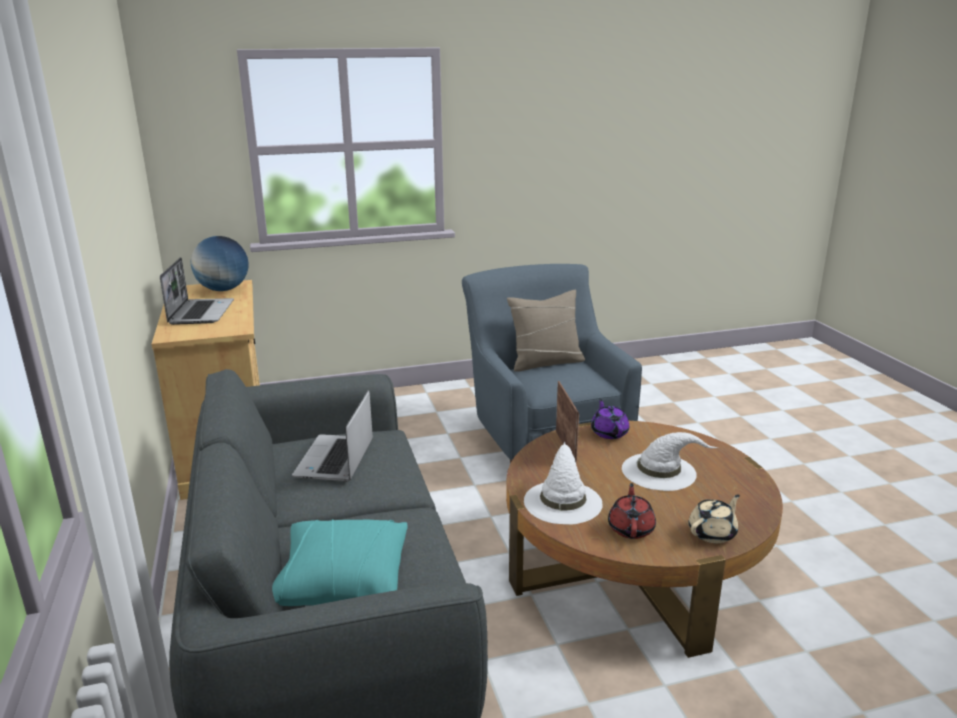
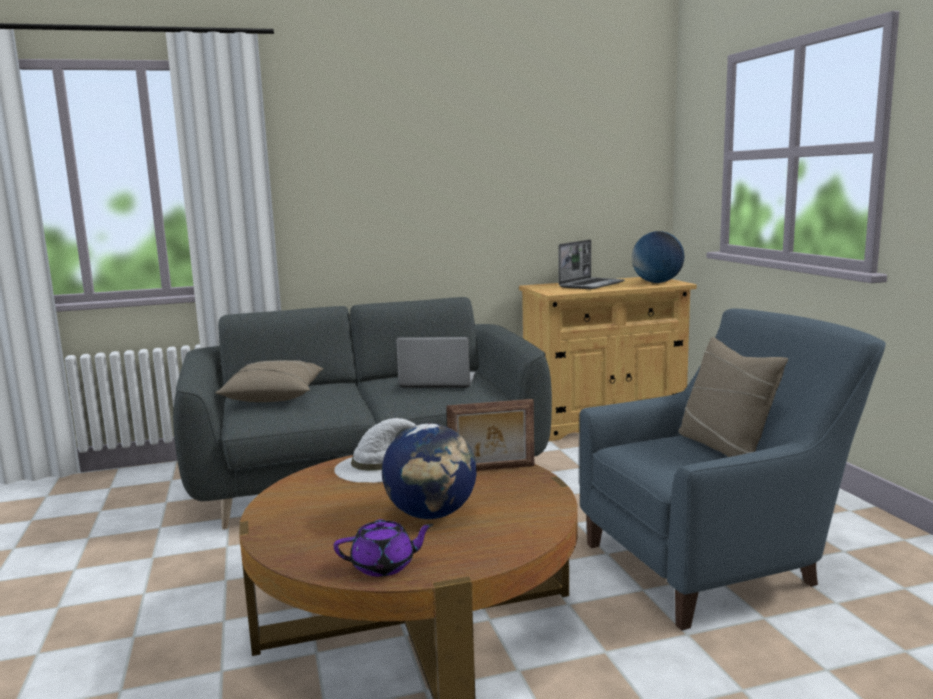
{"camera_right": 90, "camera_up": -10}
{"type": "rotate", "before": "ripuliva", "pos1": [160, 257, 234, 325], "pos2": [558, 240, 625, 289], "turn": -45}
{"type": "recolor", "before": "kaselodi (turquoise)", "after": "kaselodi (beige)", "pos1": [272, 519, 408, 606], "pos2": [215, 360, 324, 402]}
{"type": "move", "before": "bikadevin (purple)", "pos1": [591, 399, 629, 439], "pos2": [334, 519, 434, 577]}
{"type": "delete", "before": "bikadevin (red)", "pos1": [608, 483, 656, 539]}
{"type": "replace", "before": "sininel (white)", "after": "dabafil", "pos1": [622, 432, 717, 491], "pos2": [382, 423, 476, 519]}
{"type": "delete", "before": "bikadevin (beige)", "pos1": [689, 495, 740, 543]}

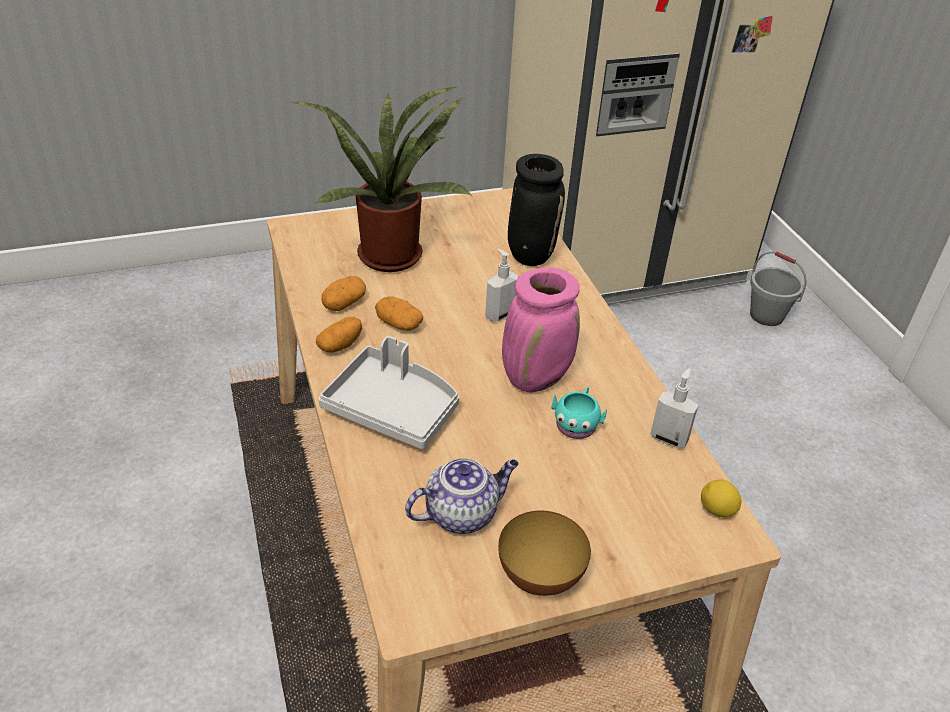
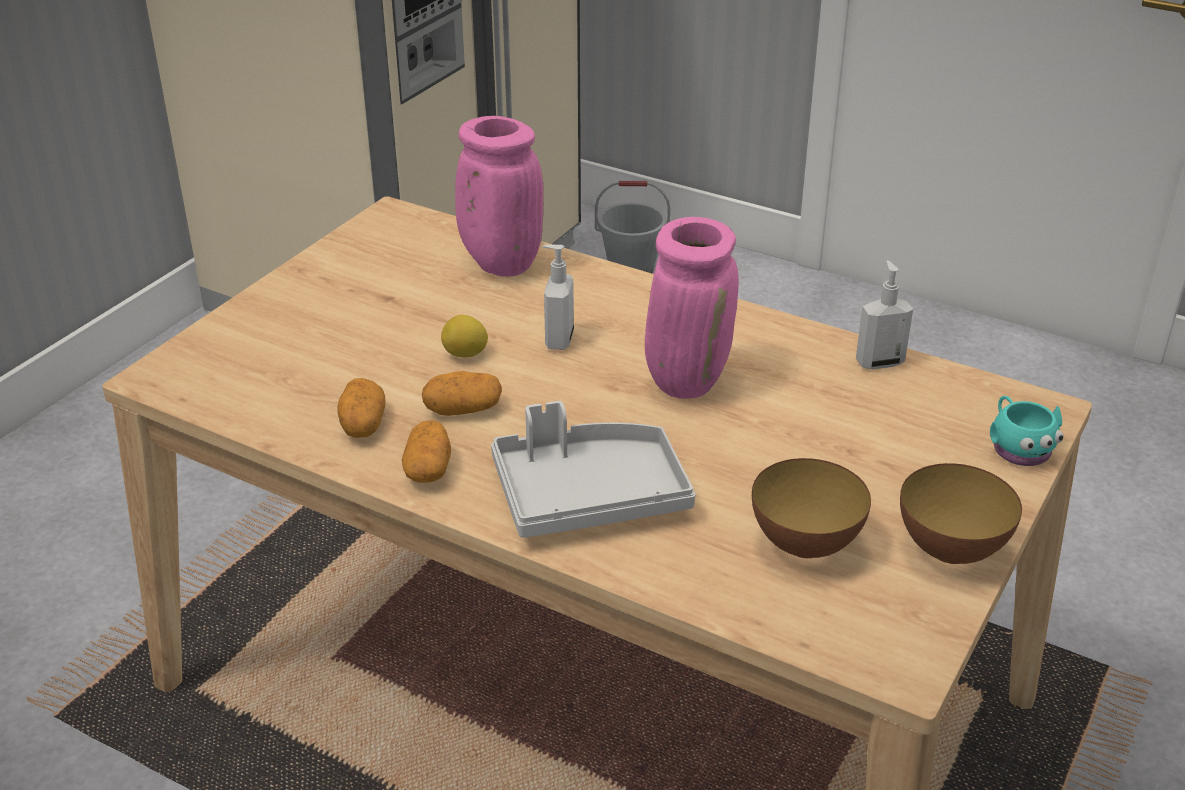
{"camera_right": -40, "camera_up": -5}
{"type": "delete", "before": "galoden", "pos1": [288, 87, 473, 272]}
{"type": "replace", "before": "bikadevin", "after": "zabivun", "pos1": [405, 458, 519, 534], "pos2": [752, 458, 871, 558]}
{"type": "recolor", "before": "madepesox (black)", "after": "madepesox (pink)", "pos1": [508, 154, 565, 266], "pos2": [455, 116, 544, 277]}
{"type": "move", "before": "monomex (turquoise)", "pos1": [551, 387, 607, 439], "pos2": [990, 396, 1064, 466]}
{"type": "move", "before": "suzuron", "pos1": [701, 479, 741, 517], "pos2": [441, 315, 488, 358]}

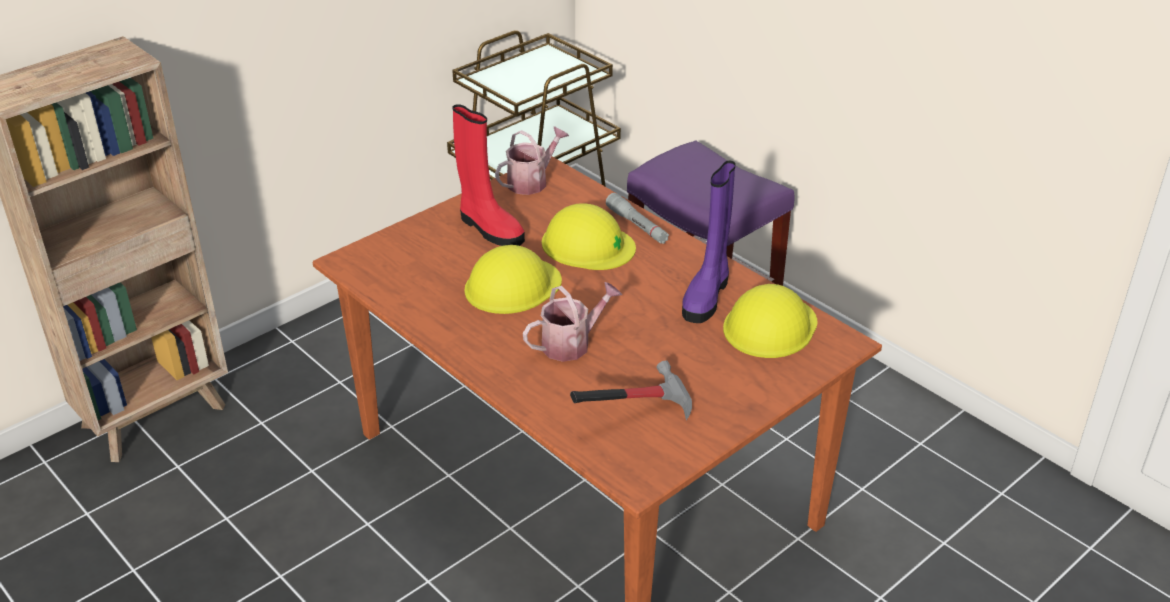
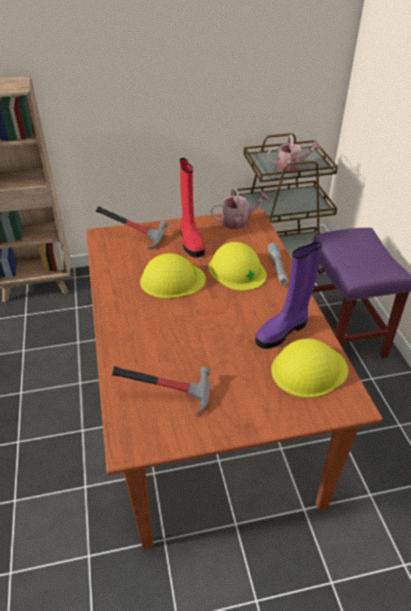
{"camera_right": 30, "camera_up": 5}
{"type": "move", "before": "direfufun", "pos1": [523, 282, 622, 362], "pos2": [268, 135, 321, 171]}
{"type": "insert", "after": "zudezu", "pos2": [96, 206, 168, 250]}

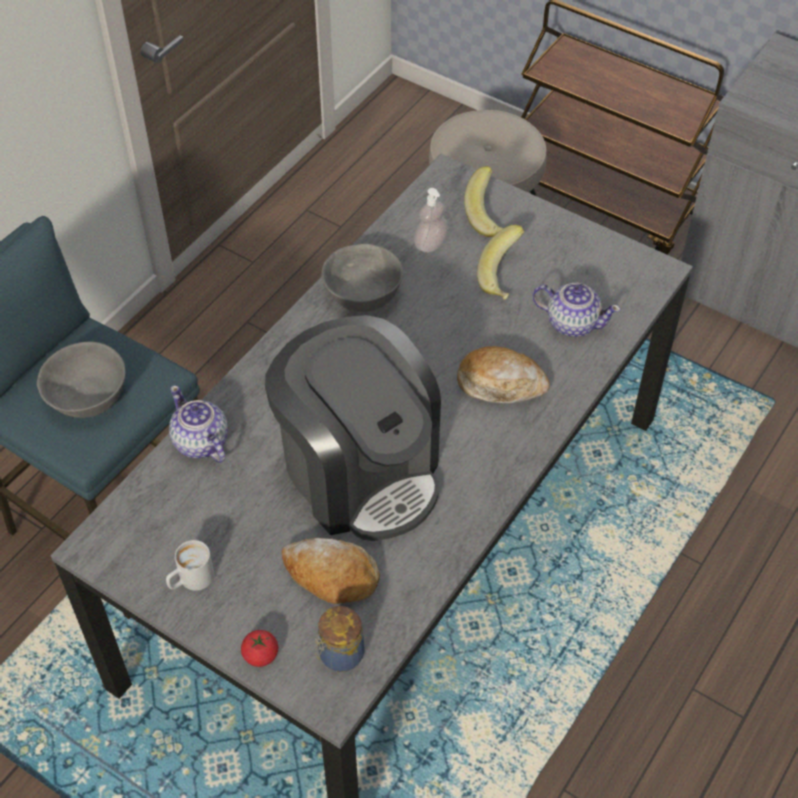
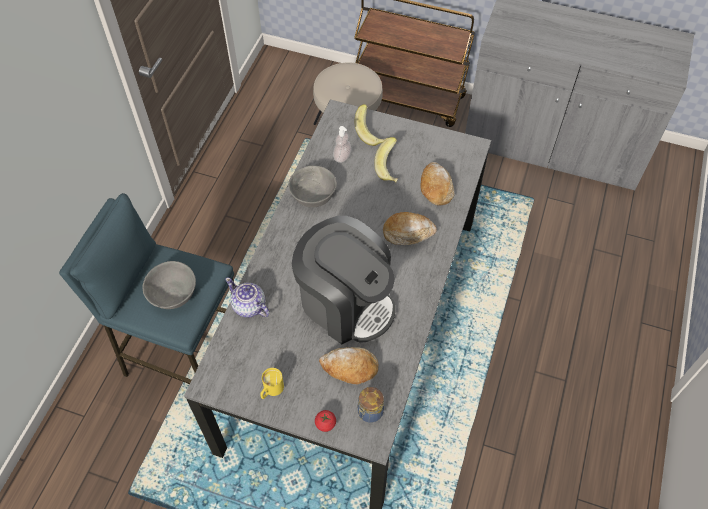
{"camera_right": -15, "camera_up": 5}
{"type": "recolor", "before": "monomex (white)", "after": "monomex (yellow)", "pos1": [166, 540, 214, 591], "pos2": [260, 368, 284, 399]}
{"type": "replace", "before": "bikadevin", "after": "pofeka", "pos1": [532, 283, 621, 337], "pos2": [421, 162, 454, 205]}

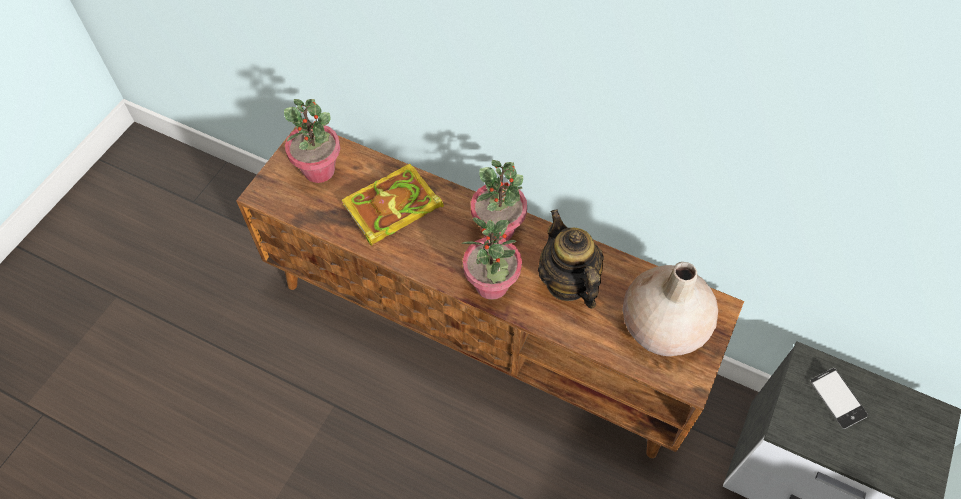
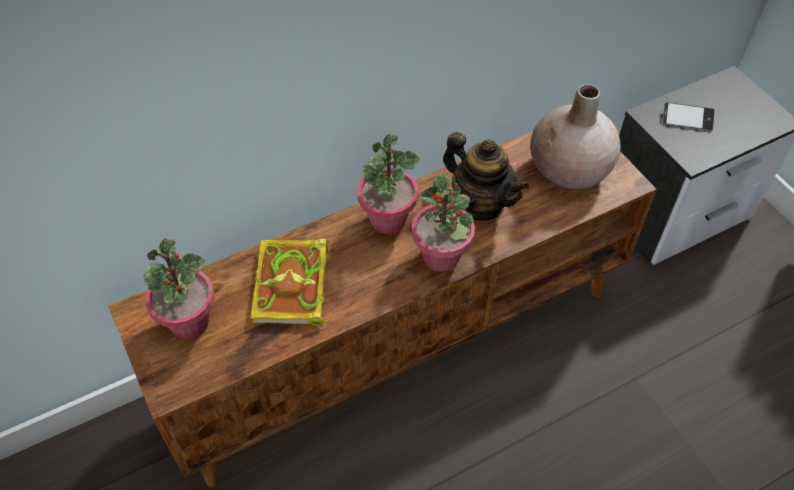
{"camera_right": -55, "camera_up": -5}
{"type": "rotate", "before": "bikadevin", "pos1": [538, 209, 604, 309], "pos2": [443, 132, 529, 221], "turn": -150}

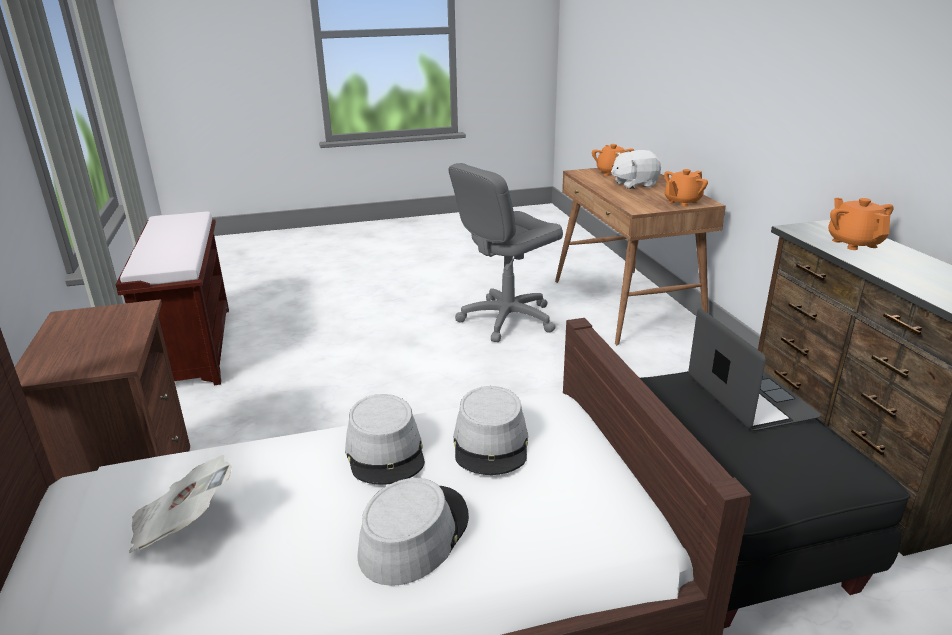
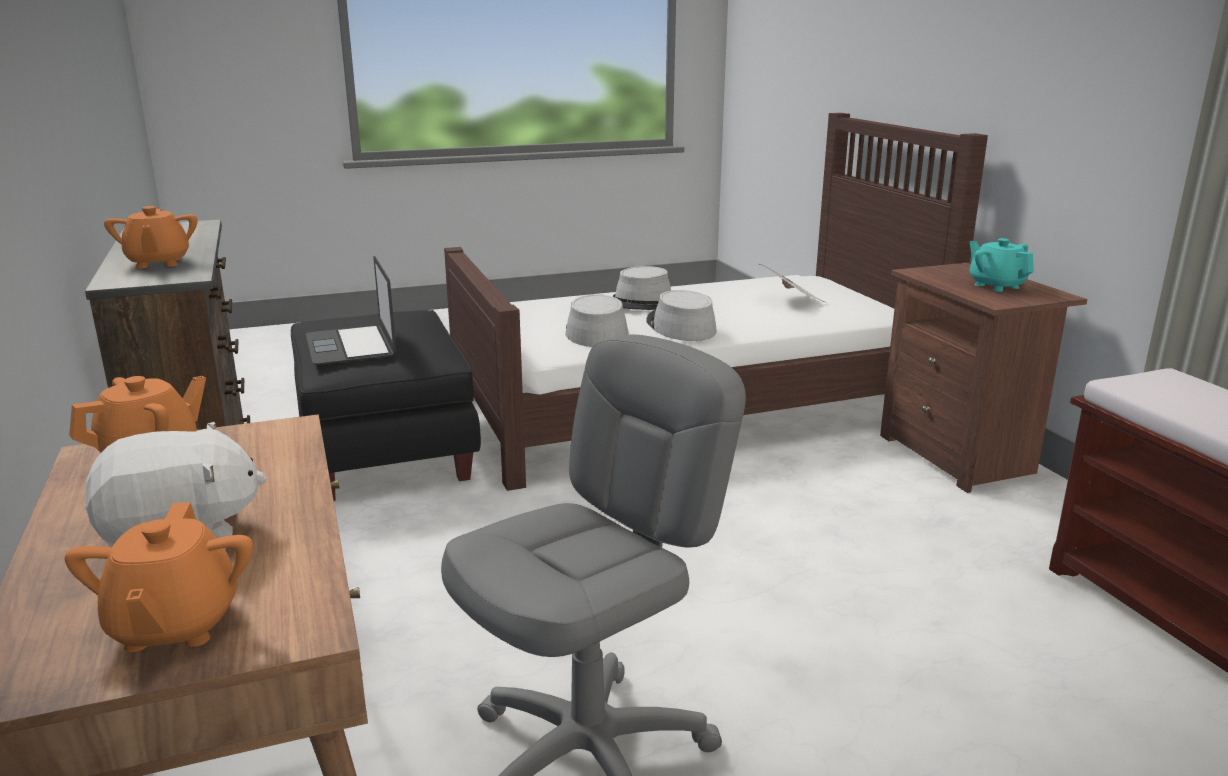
{"camera_right": 175, "camera_up": -5}
{"type": "insert", "after": "bikadevin (turquoise)", "pos2": [969, 238, 1034, 292]}

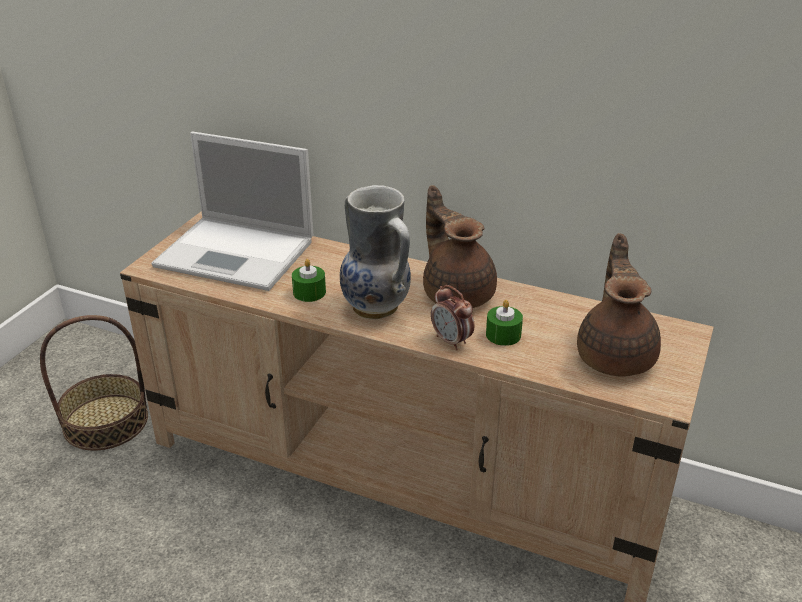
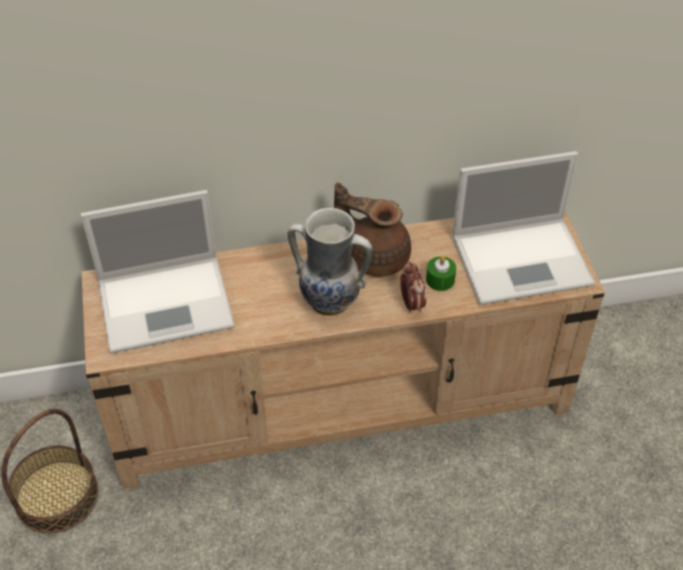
{"camera_right": -35, "camera_up": 15}
{"type": "delete", "before": "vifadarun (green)", "pos1": [292, 259, 326, 302]}
{"type": "rotate", "before": "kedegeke", "pos1": [431, 285, 474, 350], "pos2": [400, 261, 427, 313], "turn": -120}
{"type": "replace", "before": "bikadevin (brown)", "after": "ripuliva", "pos1": [577, 233, 661, 377], "pos2": [453, 151, 595, 305]}

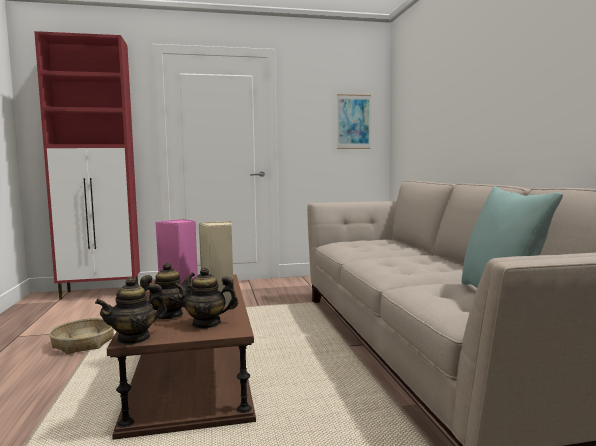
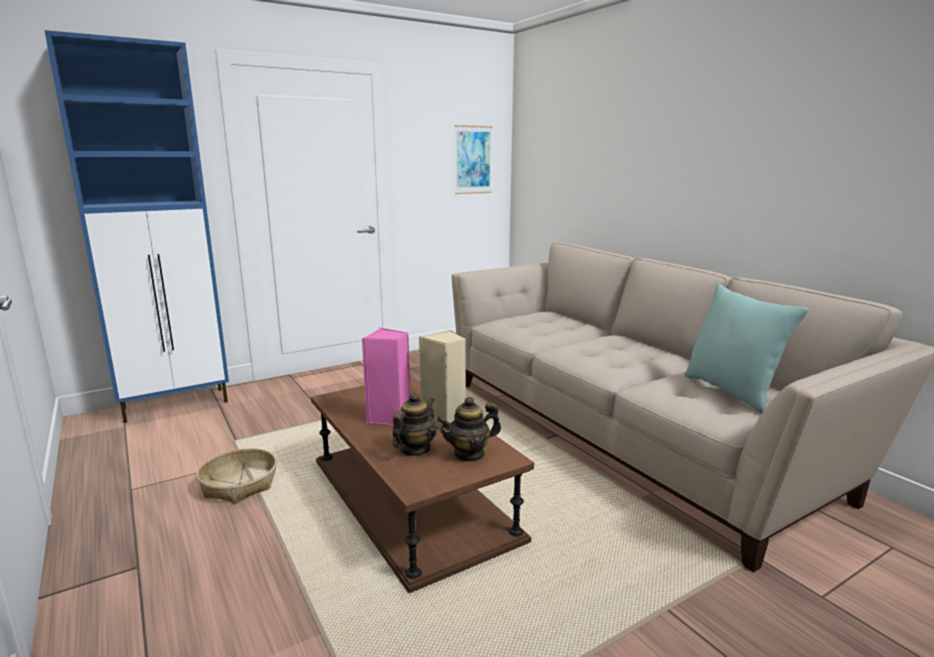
{"camera_right": -20, "camera_up": 10}
{"type": "recolor", "before": "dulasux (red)", "after": "dulasux (blue)", "pos1": [34, 31, 140, 300], "pos2": [44, 30, 229, 423]}
{"type": "delete", "before": "bikadevin", "pos1": [95, 277, 167, 345]}

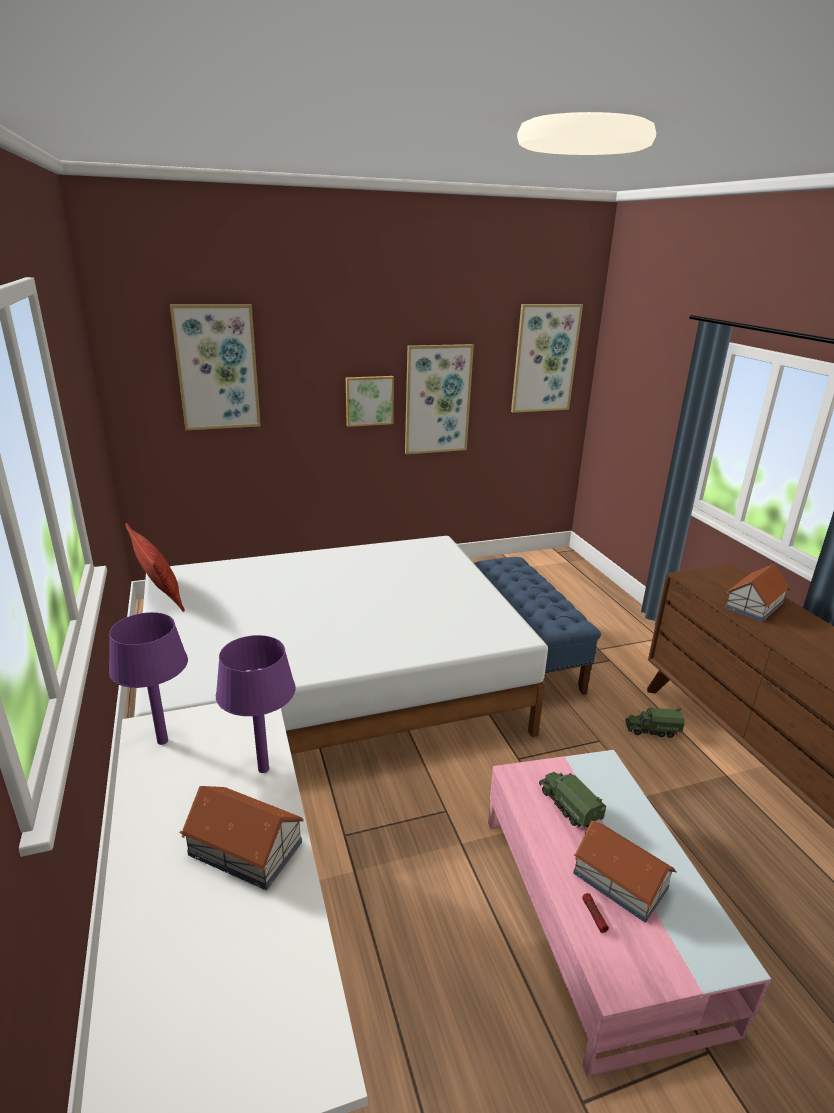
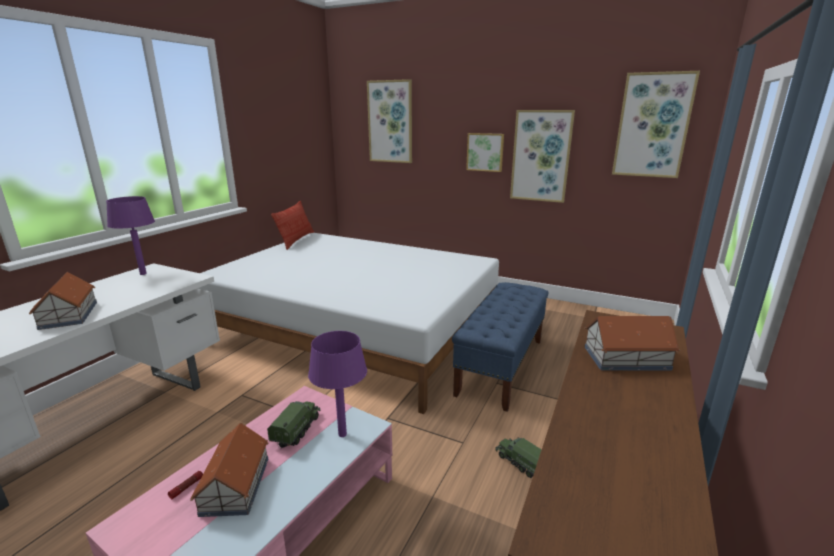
{"camera_right": 45, "camera_up": -5}
{"type": "move", "before": "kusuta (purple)", "pos1": [216, 635, 296, 773], "pos2": [308, 331, 367, 437]}

